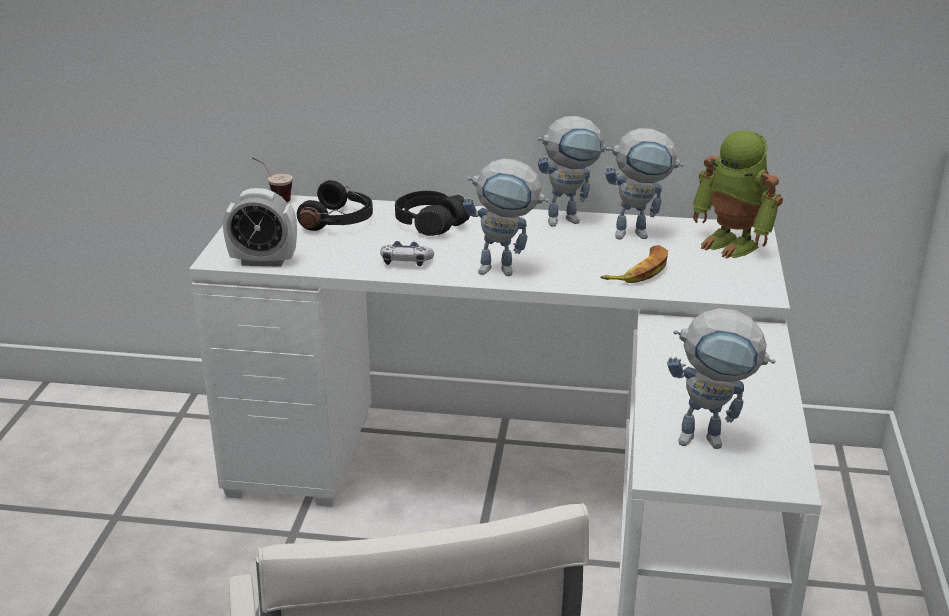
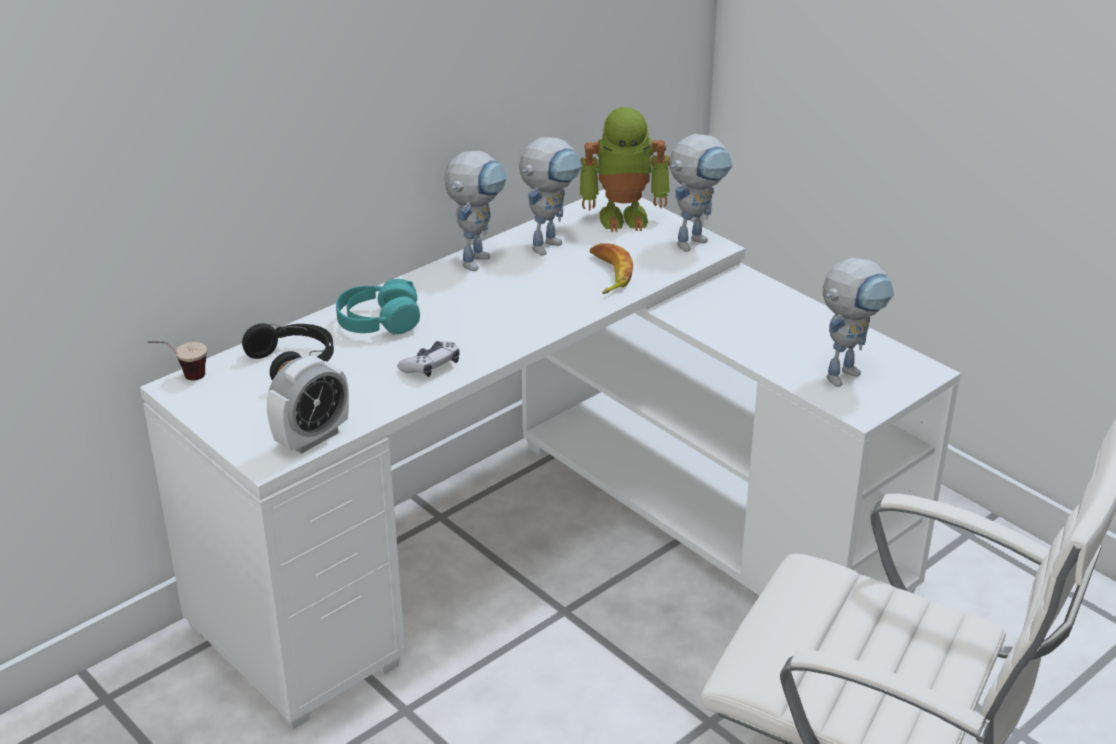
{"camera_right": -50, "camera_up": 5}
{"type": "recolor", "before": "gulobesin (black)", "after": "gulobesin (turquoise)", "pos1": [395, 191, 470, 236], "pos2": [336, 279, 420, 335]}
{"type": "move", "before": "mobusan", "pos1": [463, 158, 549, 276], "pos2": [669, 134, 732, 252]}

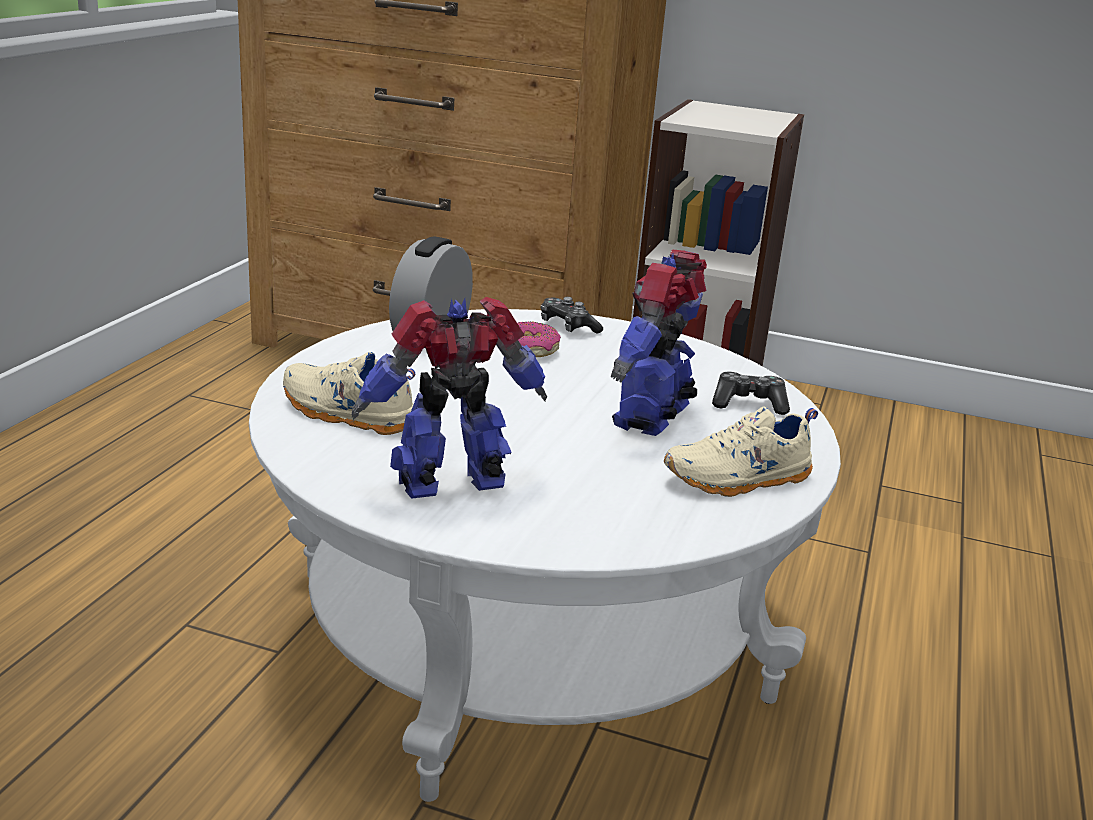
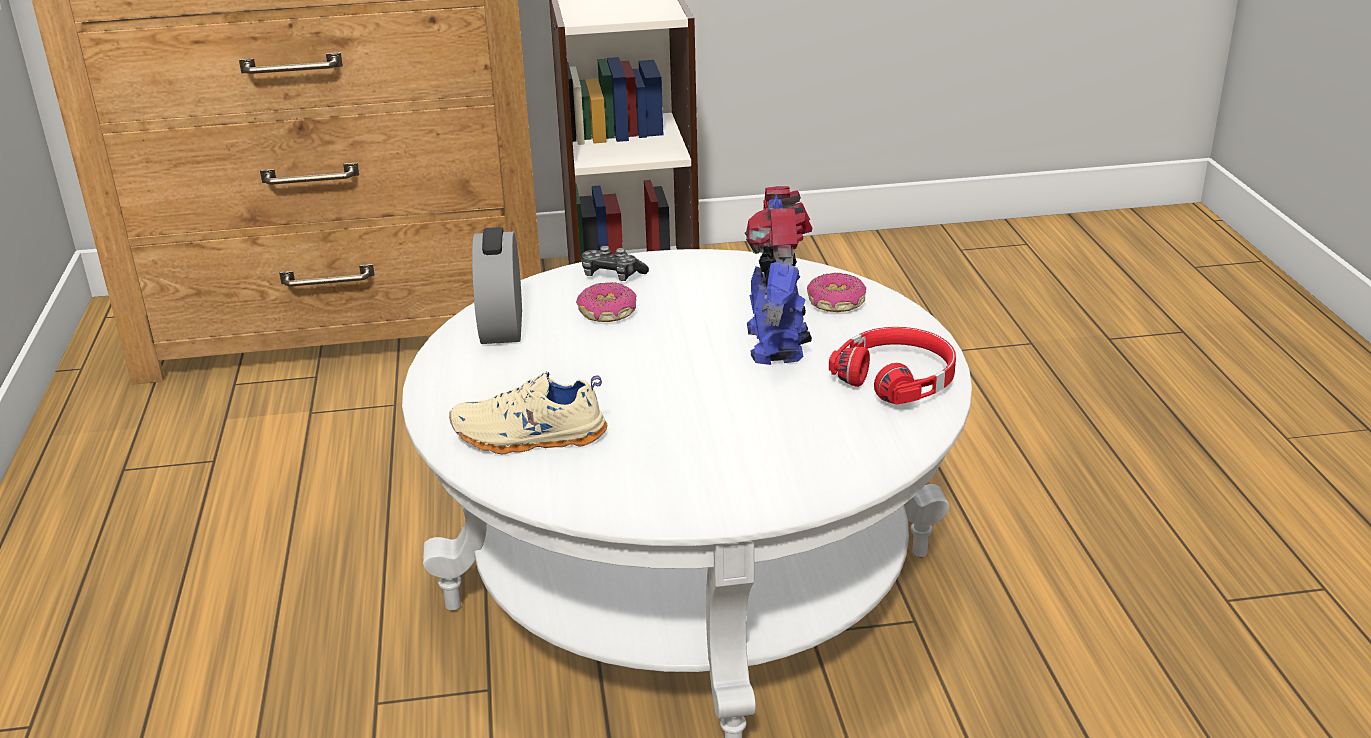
{"camera_right": -25, "camera_up": 5}
{"type": "delete", "before": "mobusan", "pos1": [352, 297, 547, 499]}
{"type": "replace", "before": "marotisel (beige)", "after": "gulobesin (red)", "pos1": [664, 407, 818, 497], "pos2": [829, 327, 956, 405]}
{"type": "replace", "before": "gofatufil", "after": "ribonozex", "pos1": [712, 372, 790, 415], "pos2": [807, 273, 866, 312]}

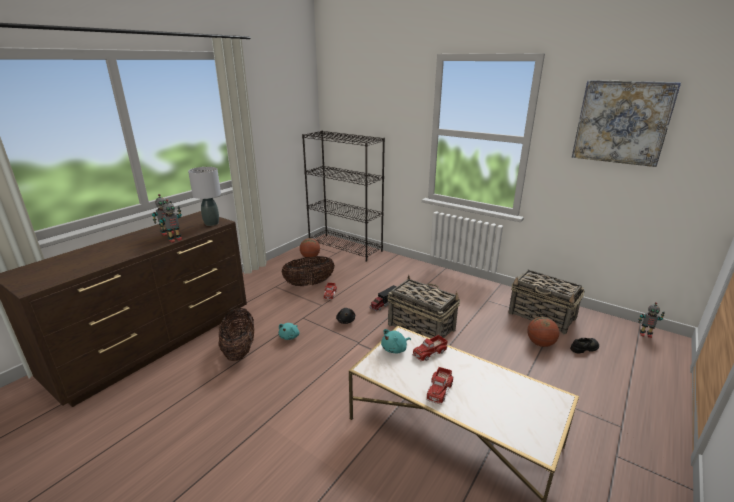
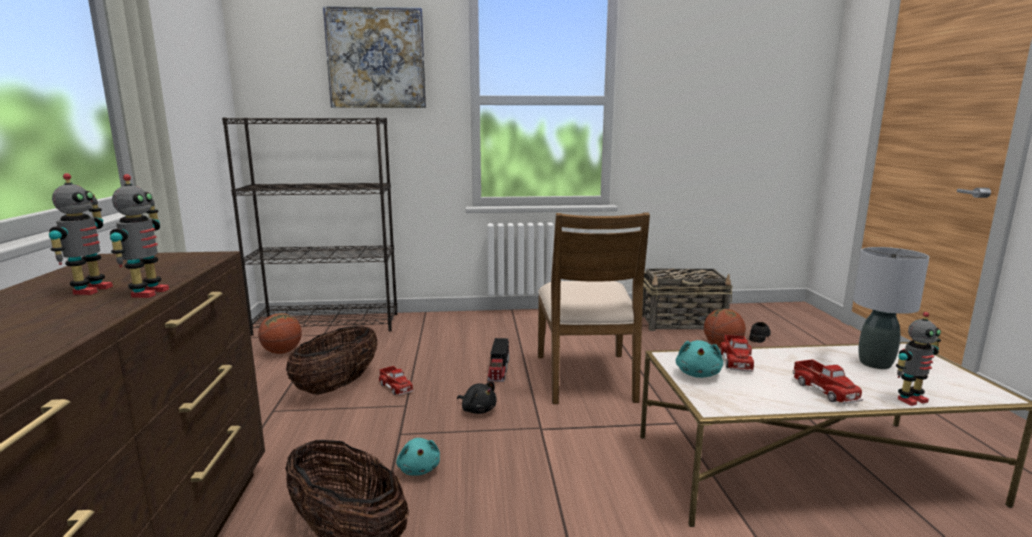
{"camera_right": -40, "camera_up": -10}
{"type": "move", "before": "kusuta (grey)", "pos1": [188, 167, 221, 226], "pos2": [853, 247, 929, 369]}
{"type": "replace", "before": "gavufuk", "after": "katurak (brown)", "pos1": [387, 275, 460, 338], "pos2": [538, 213, 650, 404]}
{"type": "move", "before": "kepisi", "pos1": [572, 80, 681, 167], "pos2": [323, 6, 426, 108]}
{"type": "move", "before": "mobusan", "pos1": [638, 302, 665, 338], "pos2": [896, 312, 941, 406]}

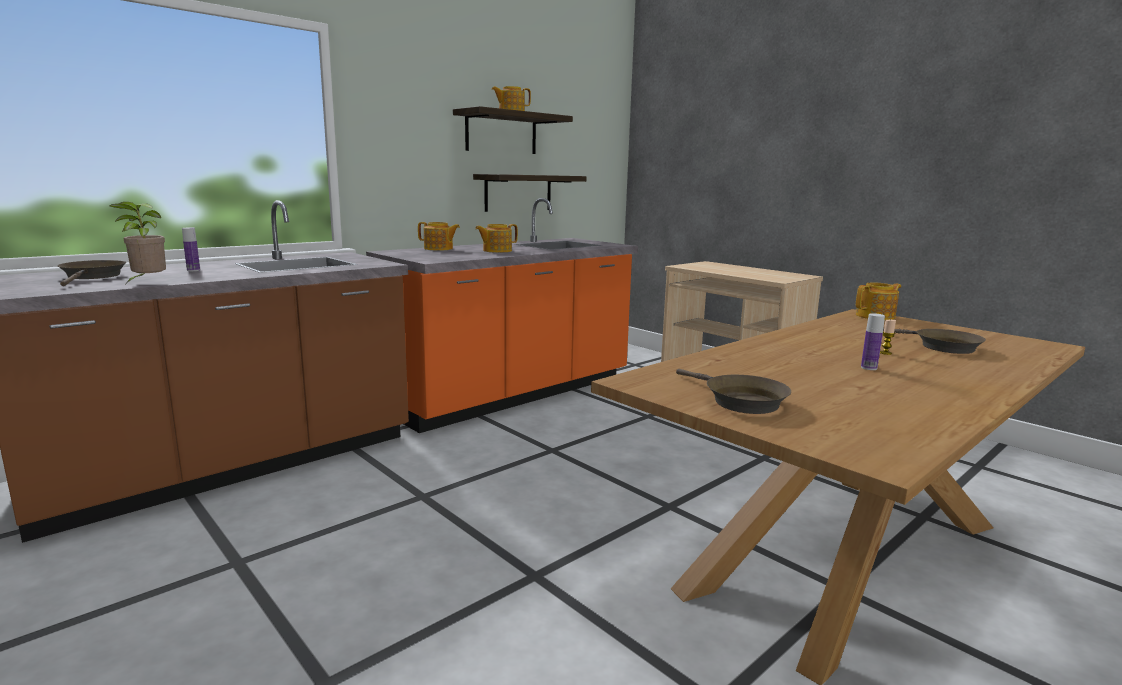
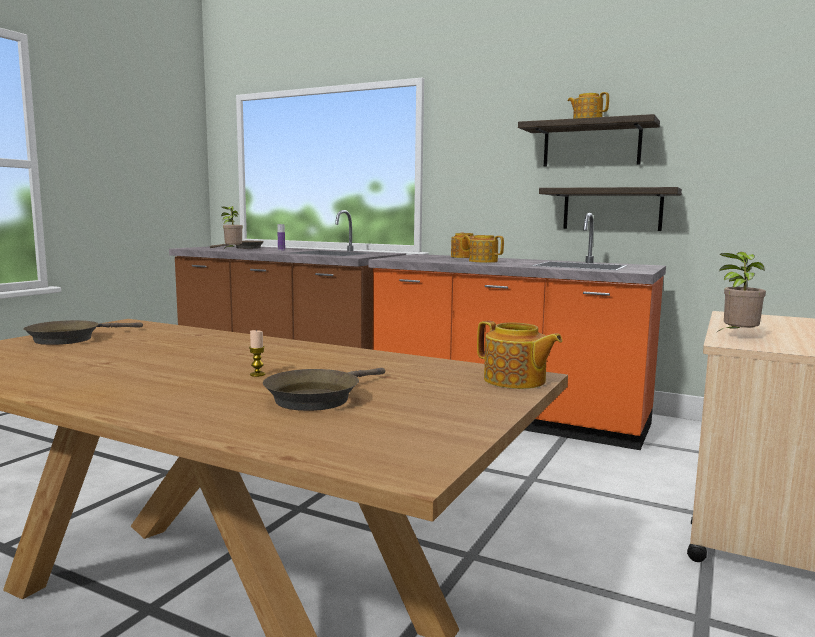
{"camera_right": 70, "camera_up": -5}
{"type": "delete", "before": "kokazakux", "pos1": [861, 313, 885, 370]}
{"type": "insert", "after": "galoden", "pos2": [717, 252, 766, 332]}

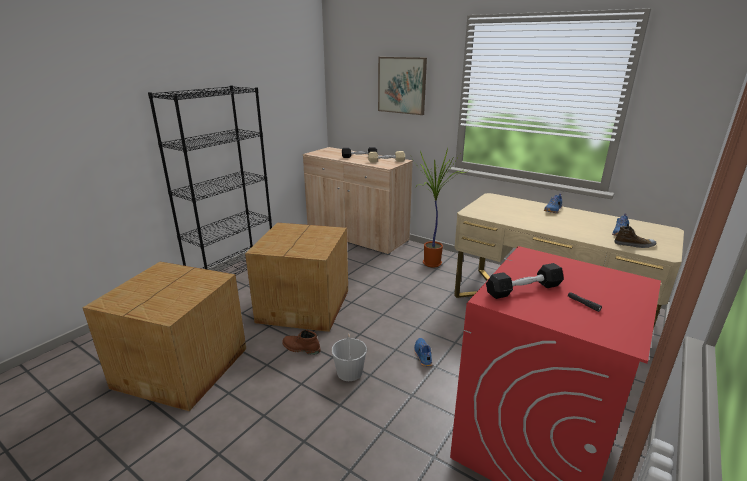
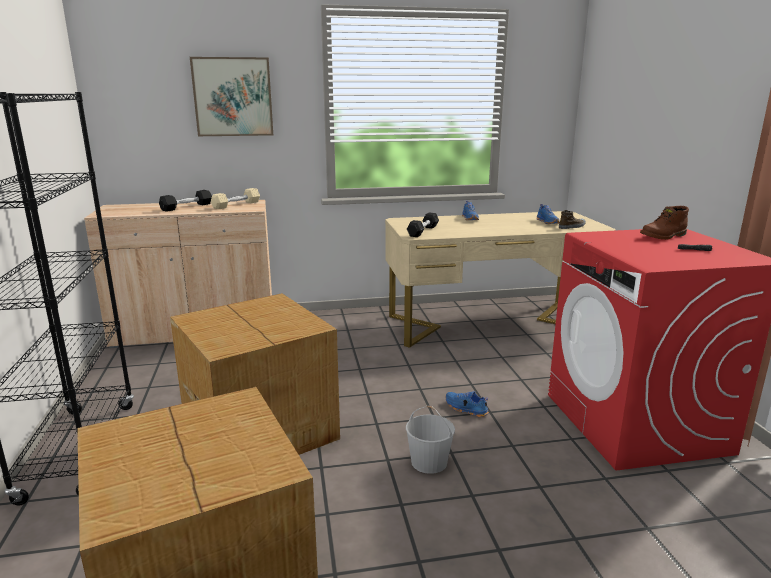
{"camera_right": -45, "camera_up": -5}
{"type": "move", "before": "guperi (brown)", "pos1": [282, 330, 321, 355], "pos2": [640, 206, 689, 240]}
{"type": "delete", "before": "galoden", "pos1": [410, 148, 466, 268]}
{"type": "move", "before": "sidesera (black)", "pos1": [486, 263, 564, 299], "pos2": [407, 213, 439, 237]}

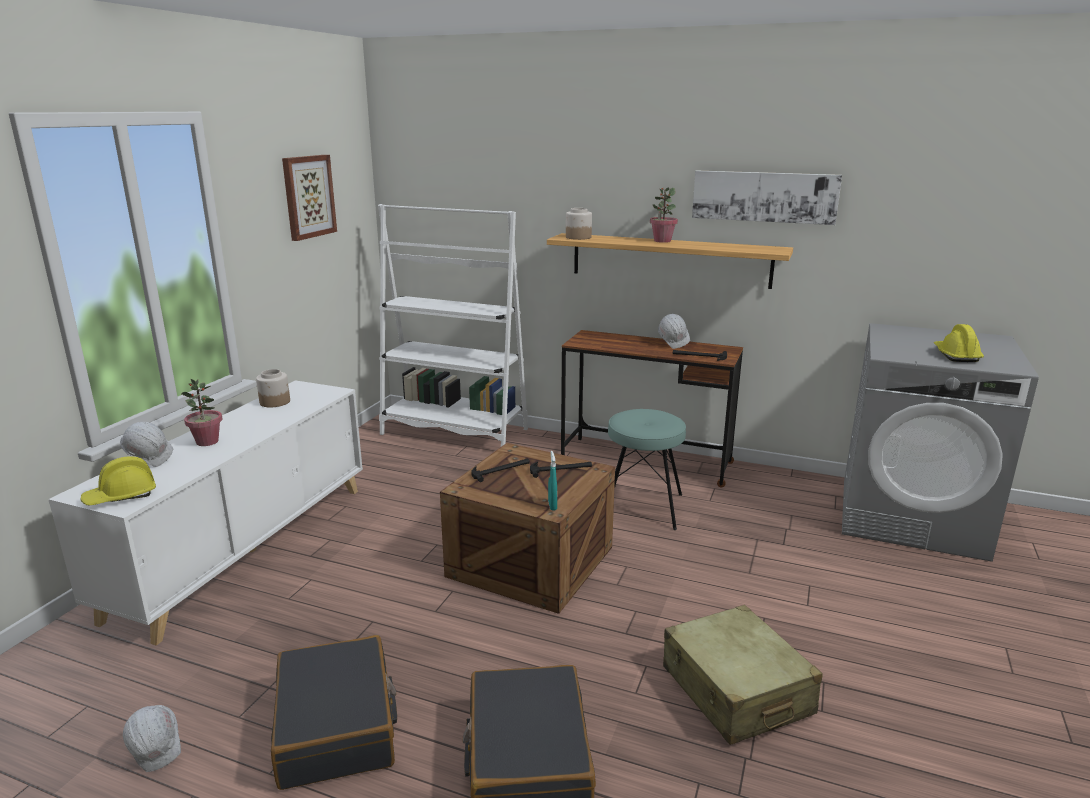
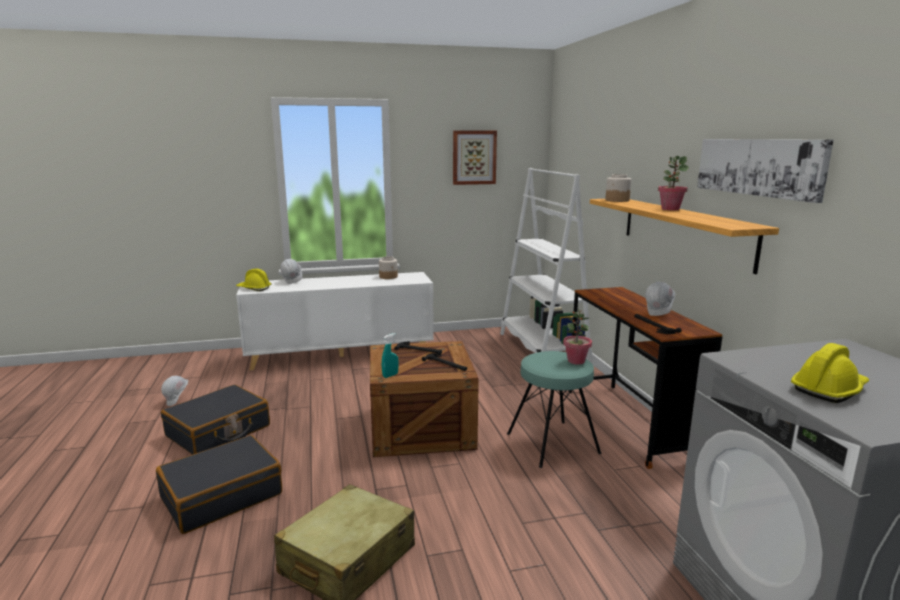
{"camera_right": 55, "camera_up": -5}
{"type": "move", "before": "galoden", "pos1": [181, 379, 223, 446], "pos2": [563, 309, 592, 365]}

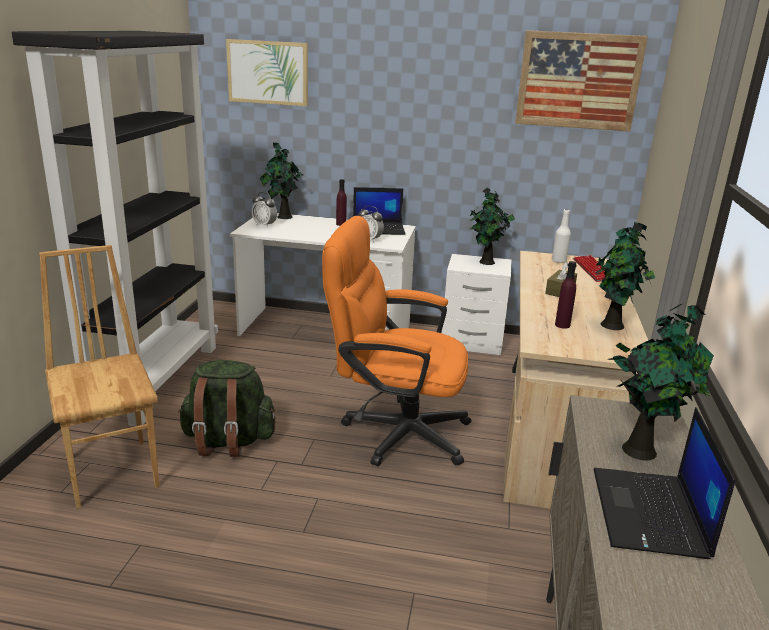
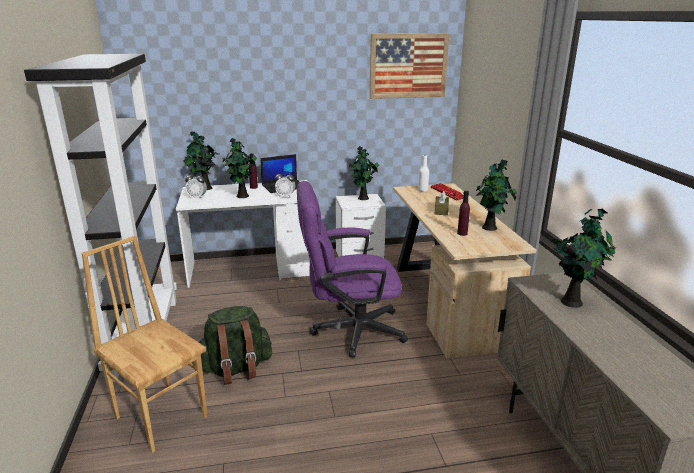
{"camera_right": -20, "camera_up": 0}
{"type": "delete", "before": "kepisi", "pos1": [226, 39, 308, 106]}
{"type": "recolor", "before": "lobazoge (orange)", "after": "lobazoge (purple)", "pos1": [322, 216, 471, 466], "pos2": [297, 181, 408, 358]}
{"type": "delete", "before": "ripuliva", "pos1": [593, 407, 735, 559]}
{"type": "insert", "after": "galoden", "pos2": [222, 138, 257, 198]}

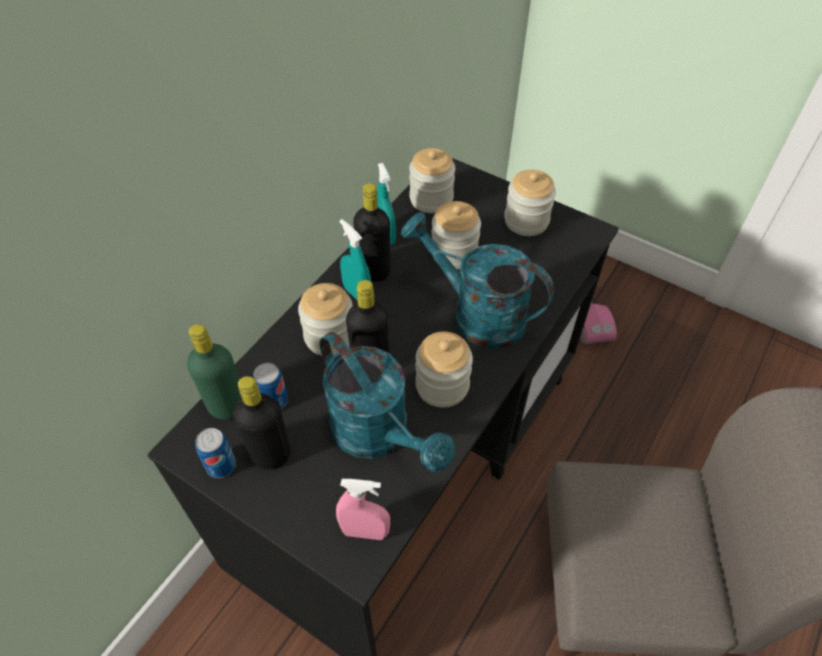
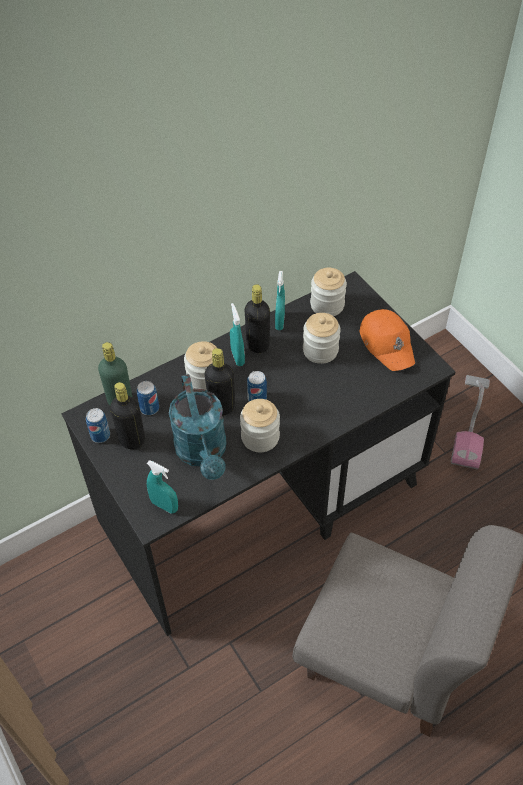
{"camera_right": 25, "camera_up": 0}
{"type": "recolor", "before": "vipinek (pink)", "after": "vipinek (turquoise)", "pos1": [336, 479, 390, 540], "pos2": [147, 460, 178, 514]}
{"type": "delete", "before": "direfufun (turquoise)", "pos1": [401, 212, 554, 349]}
{"type": "replace", "before": "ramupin", "after": "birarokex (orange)", "pos1": [504, 170, 556, 236], "pos2": [359, 309, 415, 371]}
{"type": "insert", "after": "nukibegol", "pos2": [247, 371, 267, 402]}

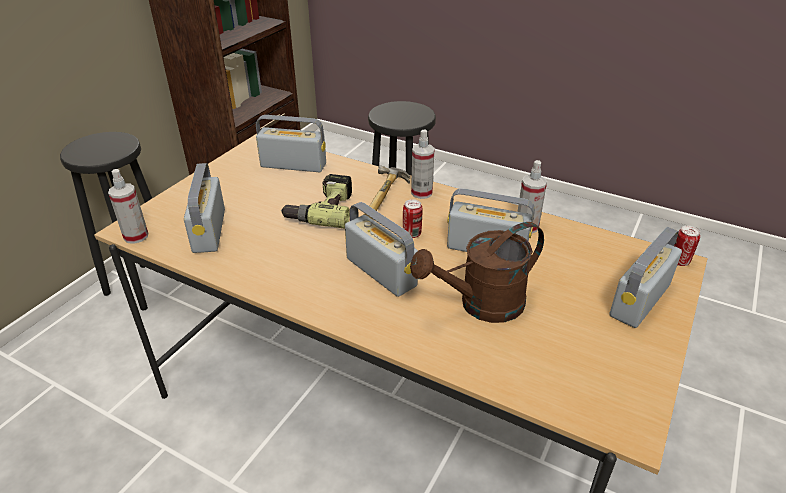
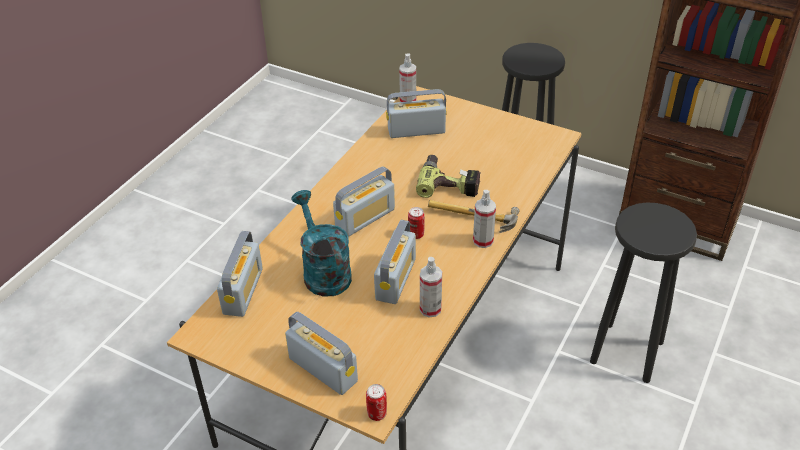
{"camera_right": 90, "camera_up": 5}
{"type": "move", "before": "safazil", "pos1": [256, 115, 326, 172], "pos2": [217, 231, 263, 317]}
{"type": "recolor", "before": "direfufun (brown)", "after": "direfufun (turquoise)", "pos1": [410, 222, 544, 323], "pos2": [291, 190, 352, 297]}

